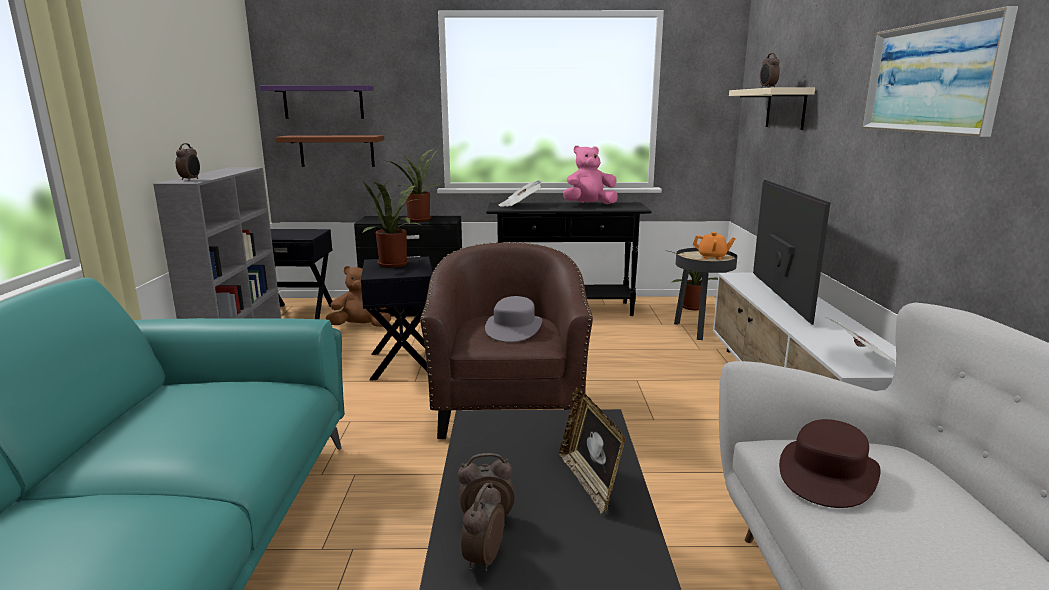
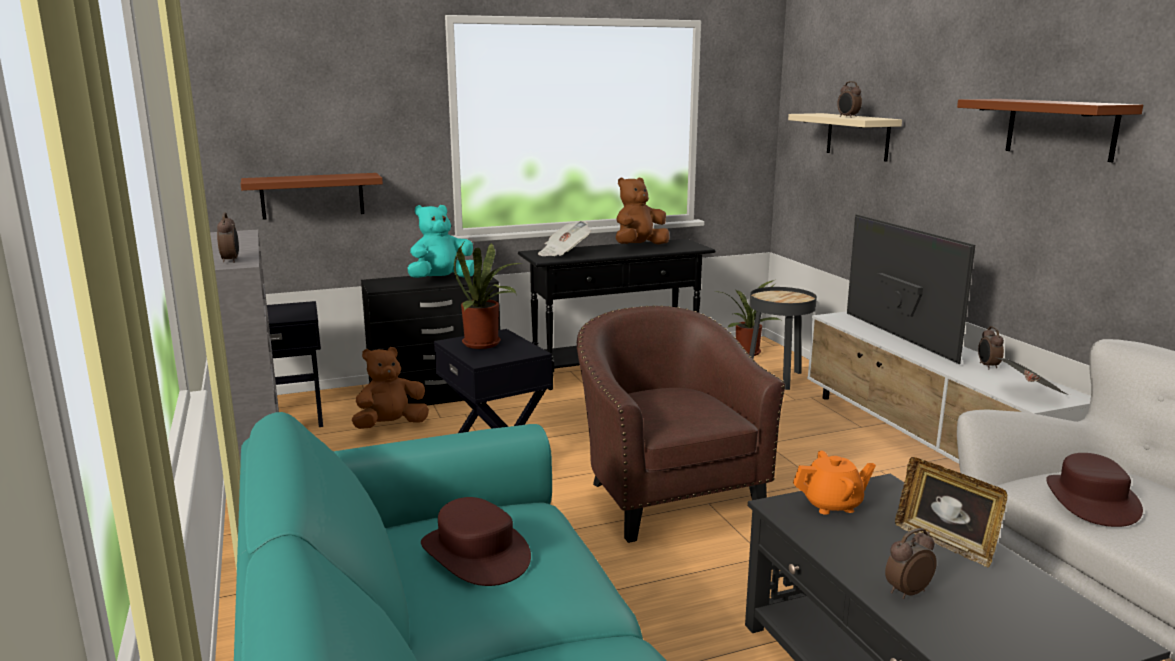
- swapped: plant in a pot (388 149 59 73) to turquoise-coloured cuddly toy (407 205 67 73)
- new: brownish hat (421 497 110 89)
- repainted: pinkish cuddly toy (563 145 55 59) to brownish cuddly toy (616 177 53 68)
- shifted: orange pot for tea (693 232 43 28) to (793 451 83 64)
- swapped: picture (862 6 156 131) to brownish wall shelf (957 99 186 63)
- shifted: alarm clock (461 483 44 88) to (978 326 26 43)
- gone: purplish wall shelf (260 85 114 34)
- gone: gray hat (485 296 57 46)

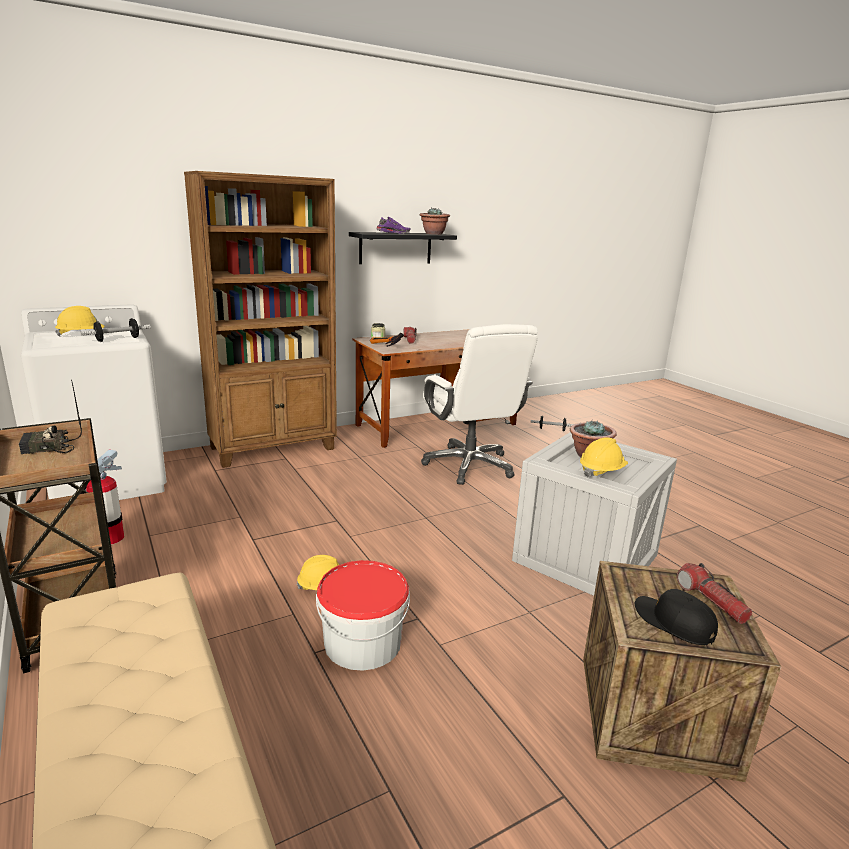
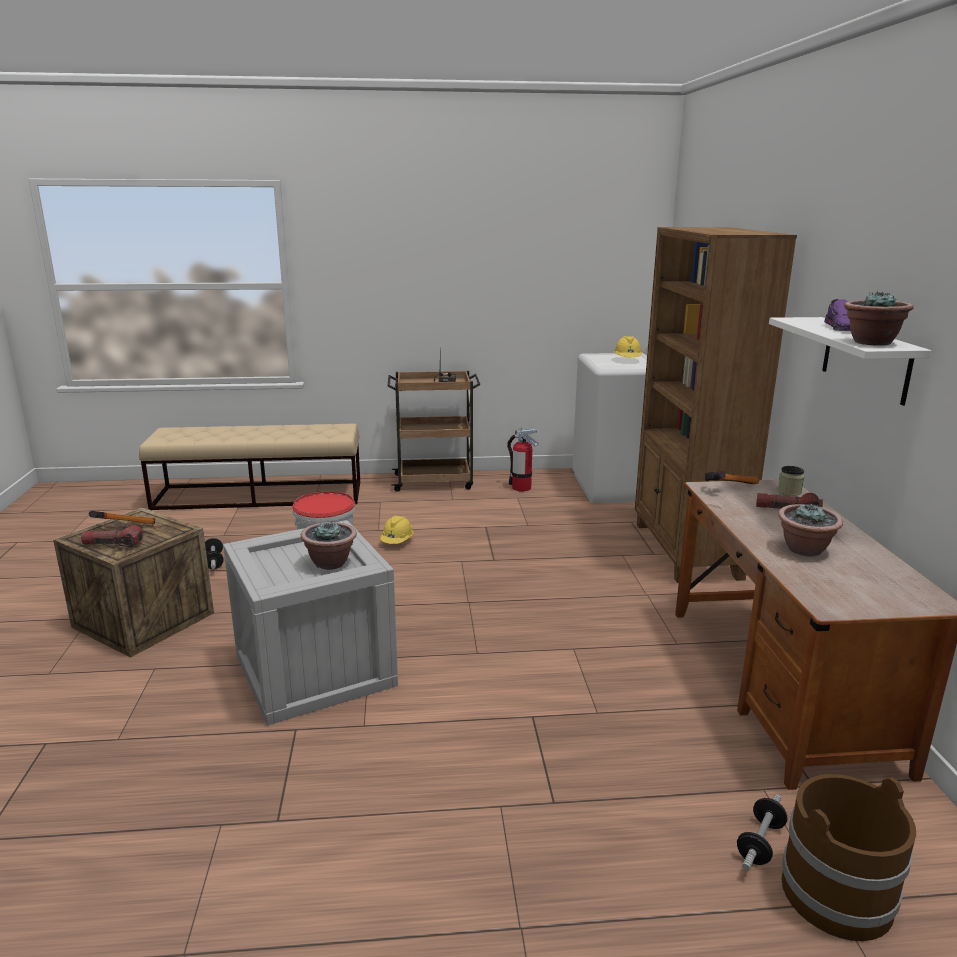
- swapped: black baseball cap (635 589 83 56) to tool hammer (89 511 66 13)
- shifted: free weight (80 318 71 24) to (205 538 19 31)
- repainted: black wall shelf (349 232 108 32) to whitish wall shelf (769 317 162 89)
- new: plant in a pot (778 503 65 53)
- new: brownish water bucket (782 774 134 167)
- gone: whitish desk chair (421 324 117 161)
- gone: yellow work helmet (580 437 48 41)

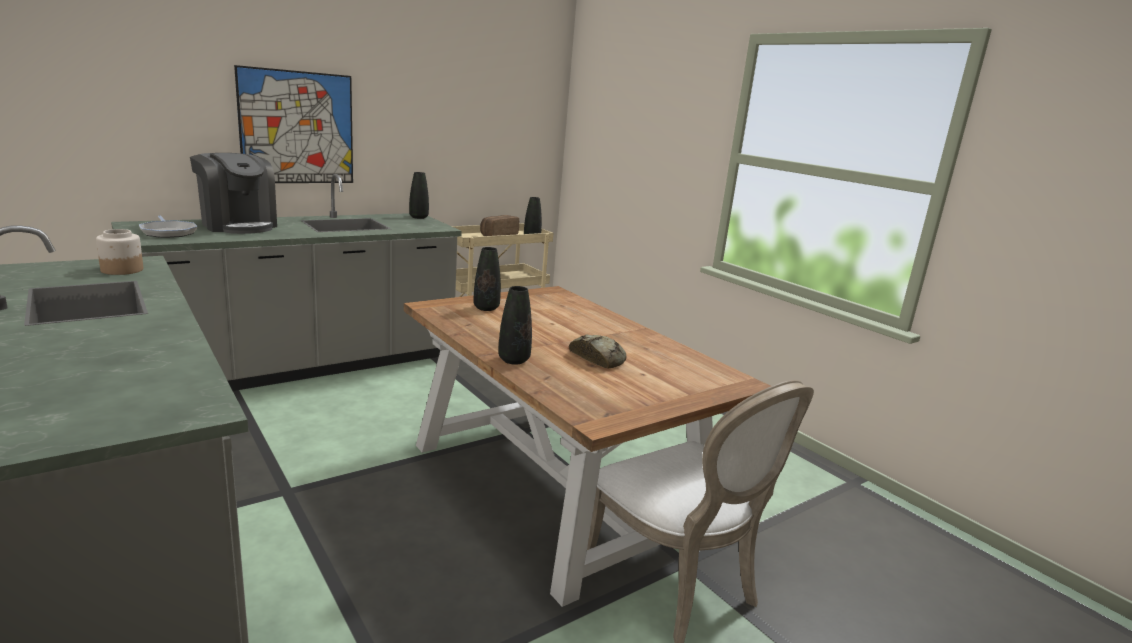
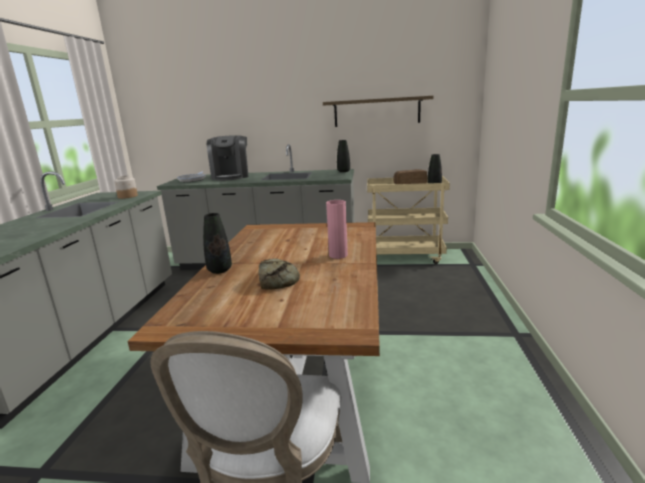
- new: wall shelf (323 96 110 31)
- new: pinkish decorative vase (326 200 22 59)
- gone: picture (234 65 119 118)
- gone: black decorative vase (474 247 27 64)

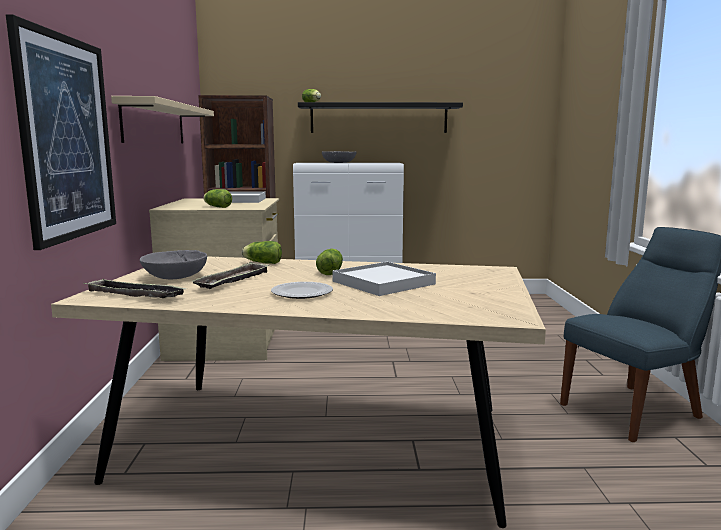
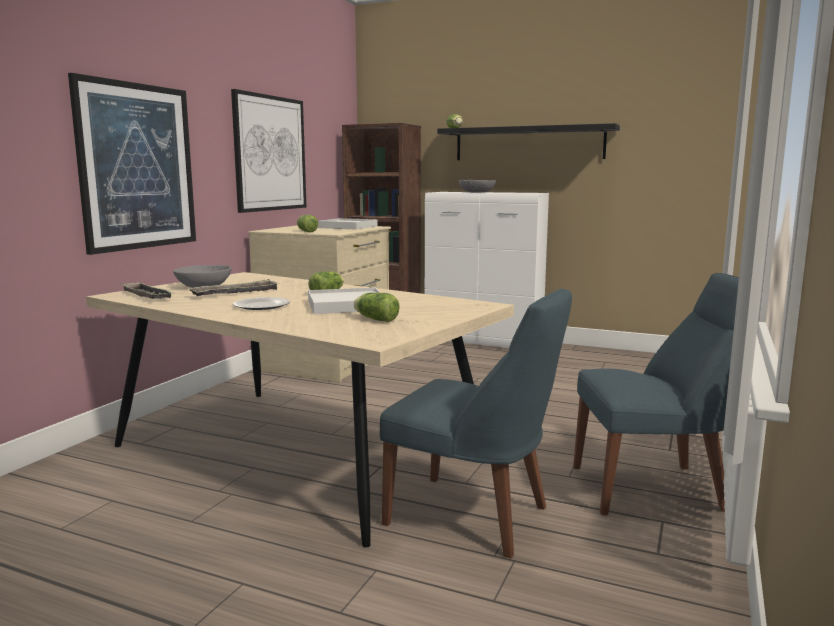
- swapped: sand-coloured wall shelf (111 96 103 47) to picture (231 89 76 124)
- shifted: lettuce (242 241 40 23) to (354 293 45 29)
- new: blue upright chair (380 288 192 270)

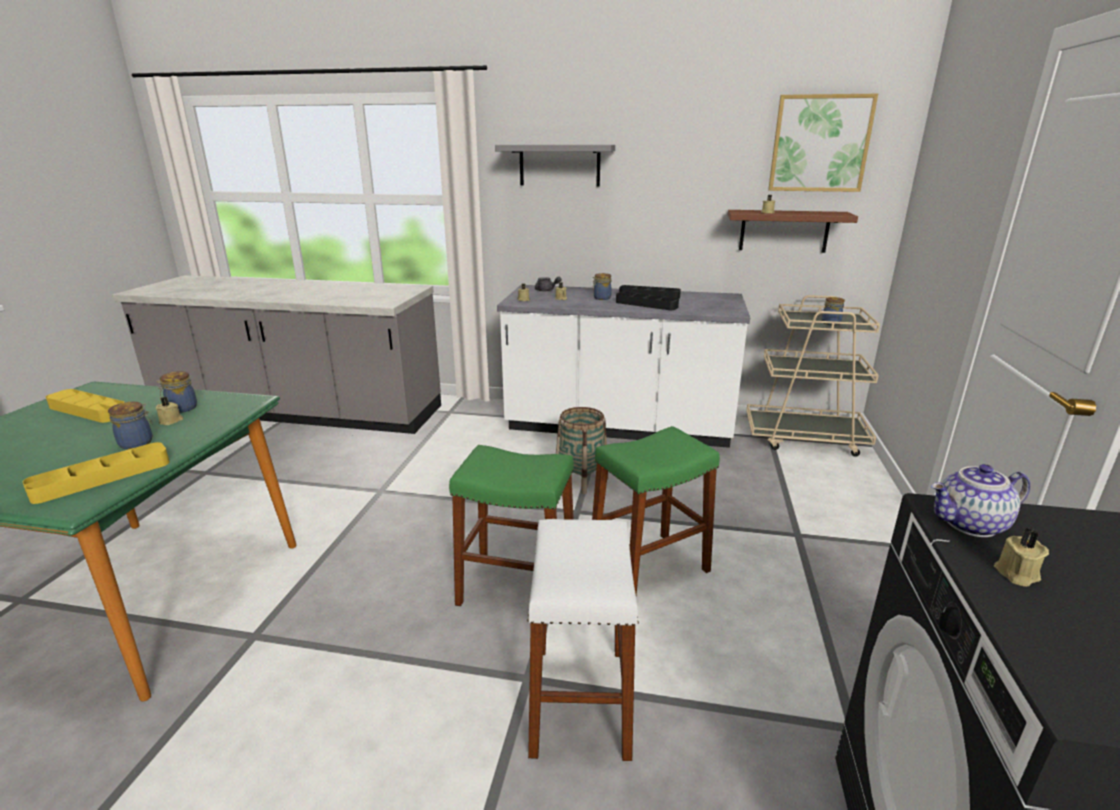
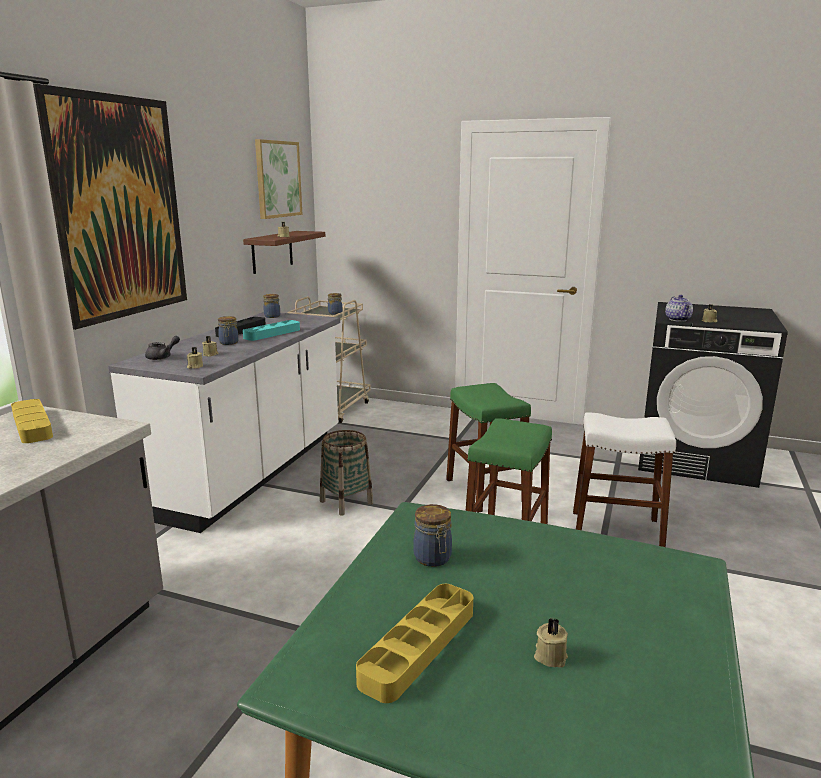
- shifted: yellow carrying tray (23 442 147 62) to (11 399 42 44)
- swapped: gray wall shelf (495 145 120 42) to picture (33 84 154 246)
- repainted: black carrying tray (616 292 63 18) to turquoise-coloured carrying tray (243 320 57 21)
- shifted: storage jar (108 402 45 47) to (263 294 17 24)
- shifted: sand-coloured candle (156 397 27 28) to (534 618 34 49)

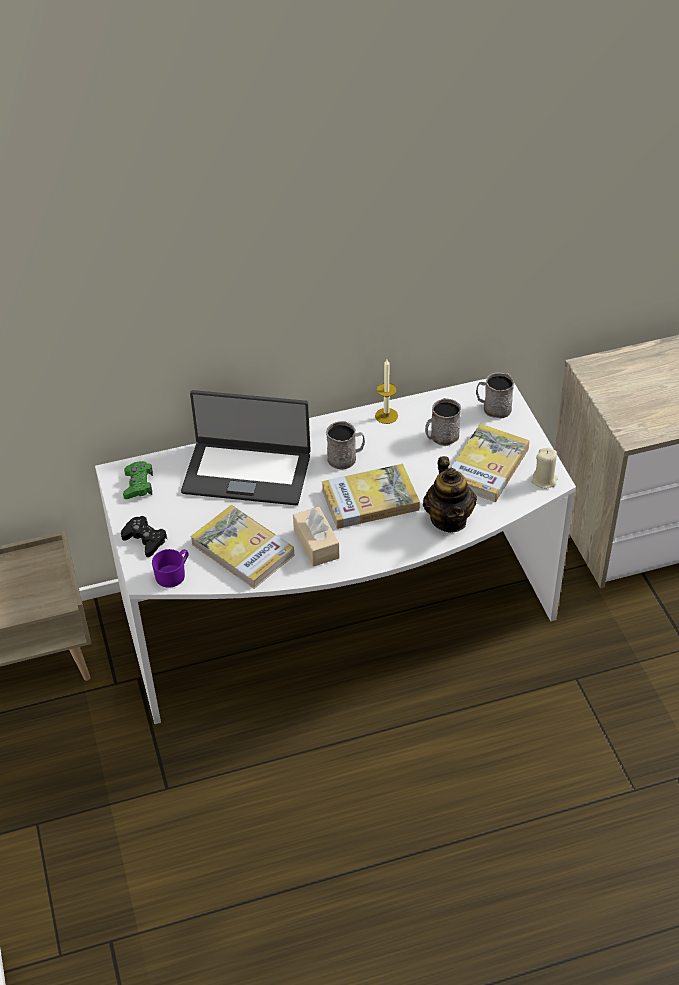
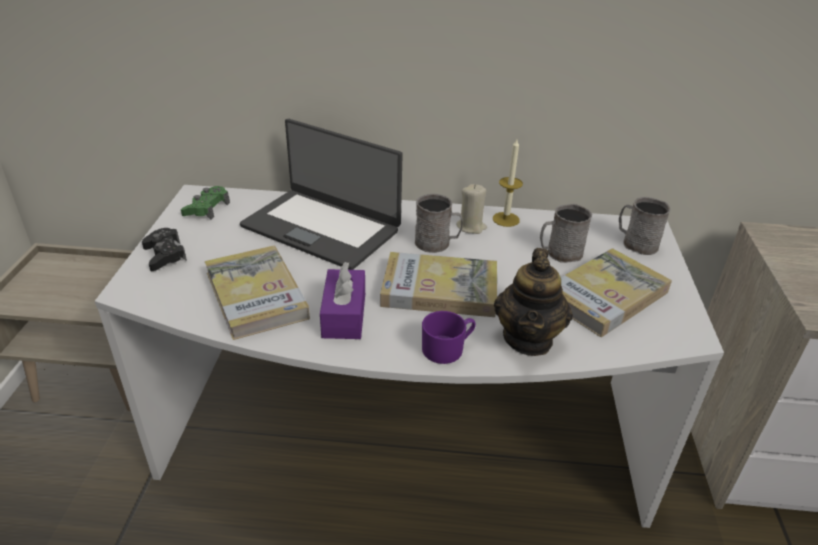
- repainted: sand-coloured box of tissues (293 507 47 60) to purplish box of tissues (320 262 45 77)
- shifted: purplish mug (152 549 36 39) to (422 311 54 53)
- shifted: sand-coloured candle (531 448 27 41) to (456 184 31 50)

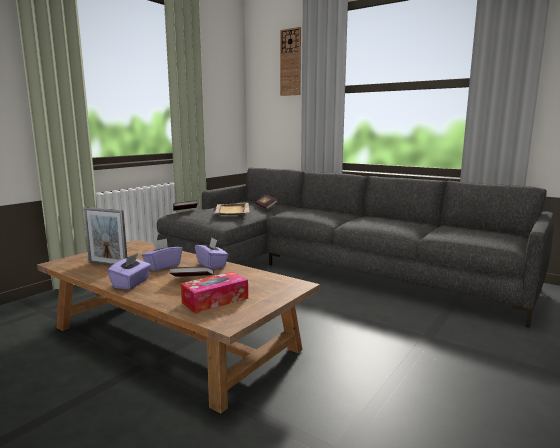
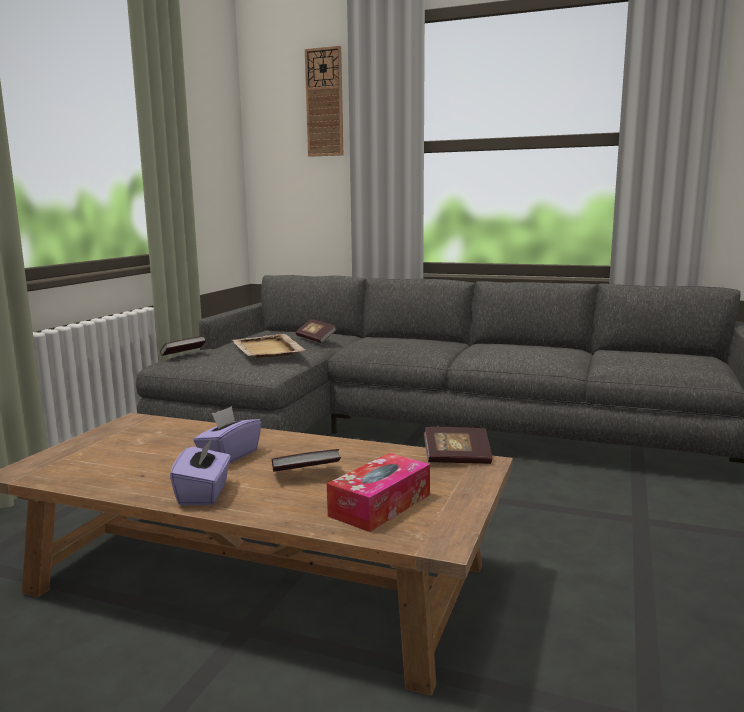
- new: bound book (424 427 68 37)
- gone: photo frame (83 207 44 59)
- gone: purplish box of tissues (195 238 33 31)

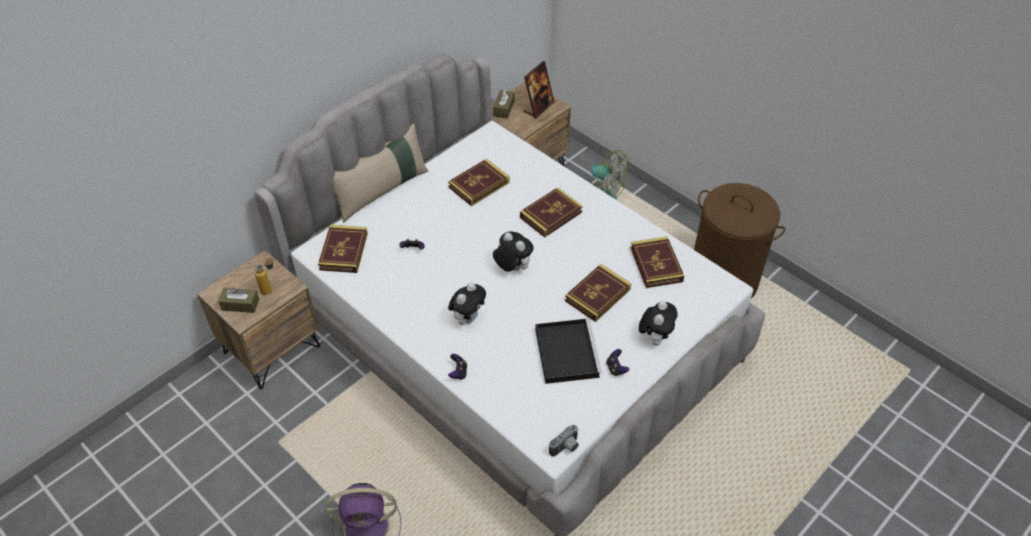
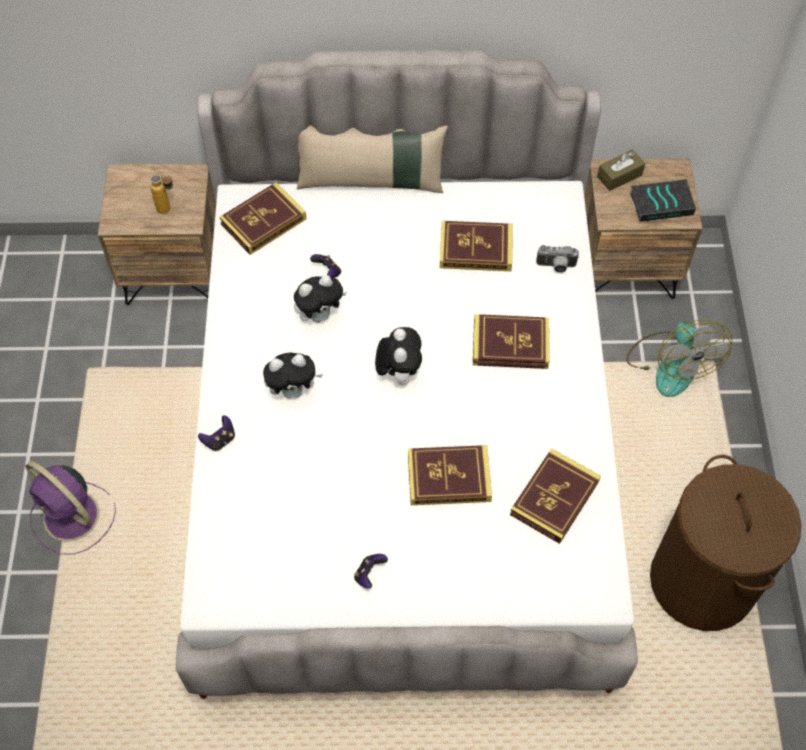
- shifted: cuddly toy (639 301 39 45) to (294 275 53 48)
- shifted: photo camera (549 425 30 32) to (536 245 43 28)
- swapped: photo frame (524 61 30 58) to bound book (630 179 66 43)
- gone: brownish box of tissues (218 287 41 26)
- gone: black carrying tray (535 319 67 65)

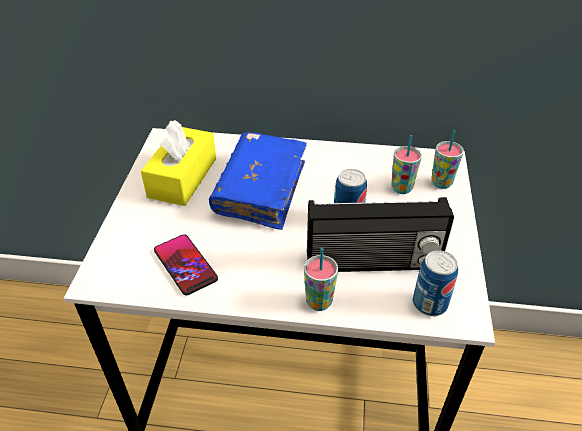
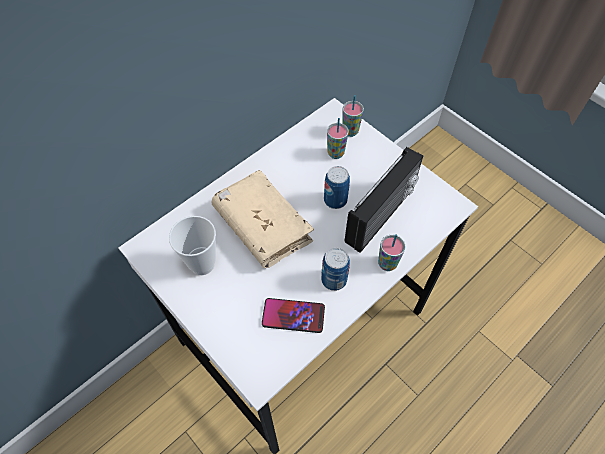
- swapped: yellow box of tissues (141 120 75 86) to drinking cup (169 216 47 59)
- repainted: blue bound book (209 132 98 98) to sand-coloured bound book (211 170 103 98)
- shifted: metal can (413 250 45 66) to (321 248 29 43)

